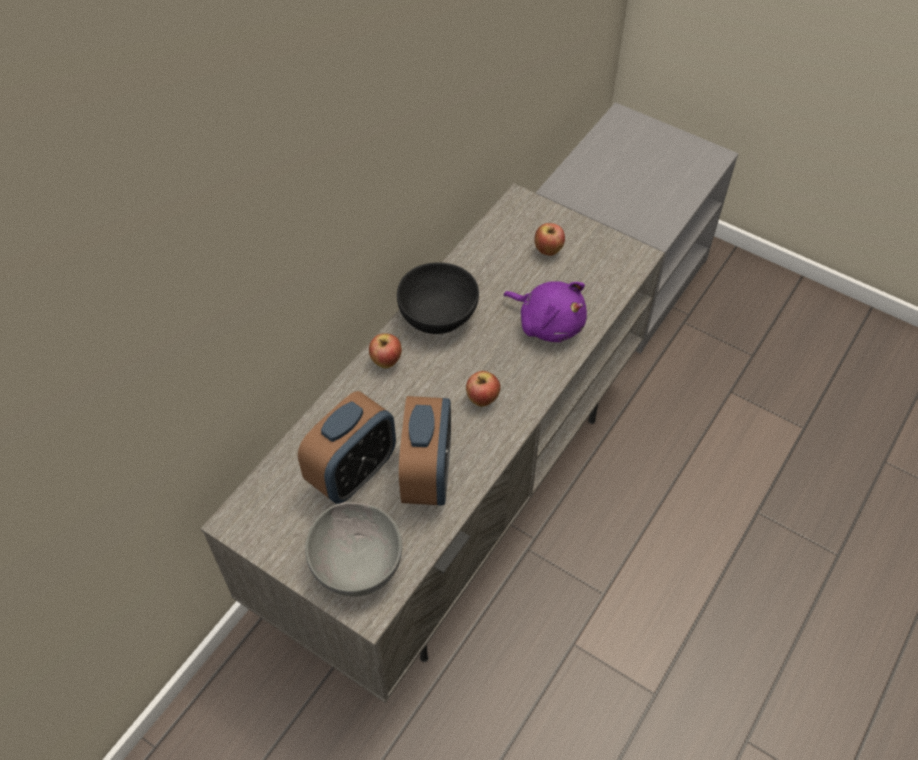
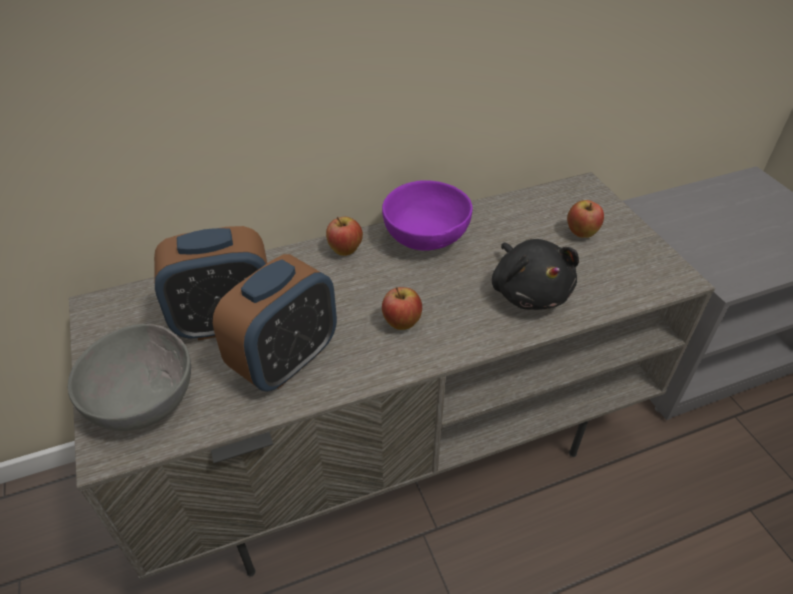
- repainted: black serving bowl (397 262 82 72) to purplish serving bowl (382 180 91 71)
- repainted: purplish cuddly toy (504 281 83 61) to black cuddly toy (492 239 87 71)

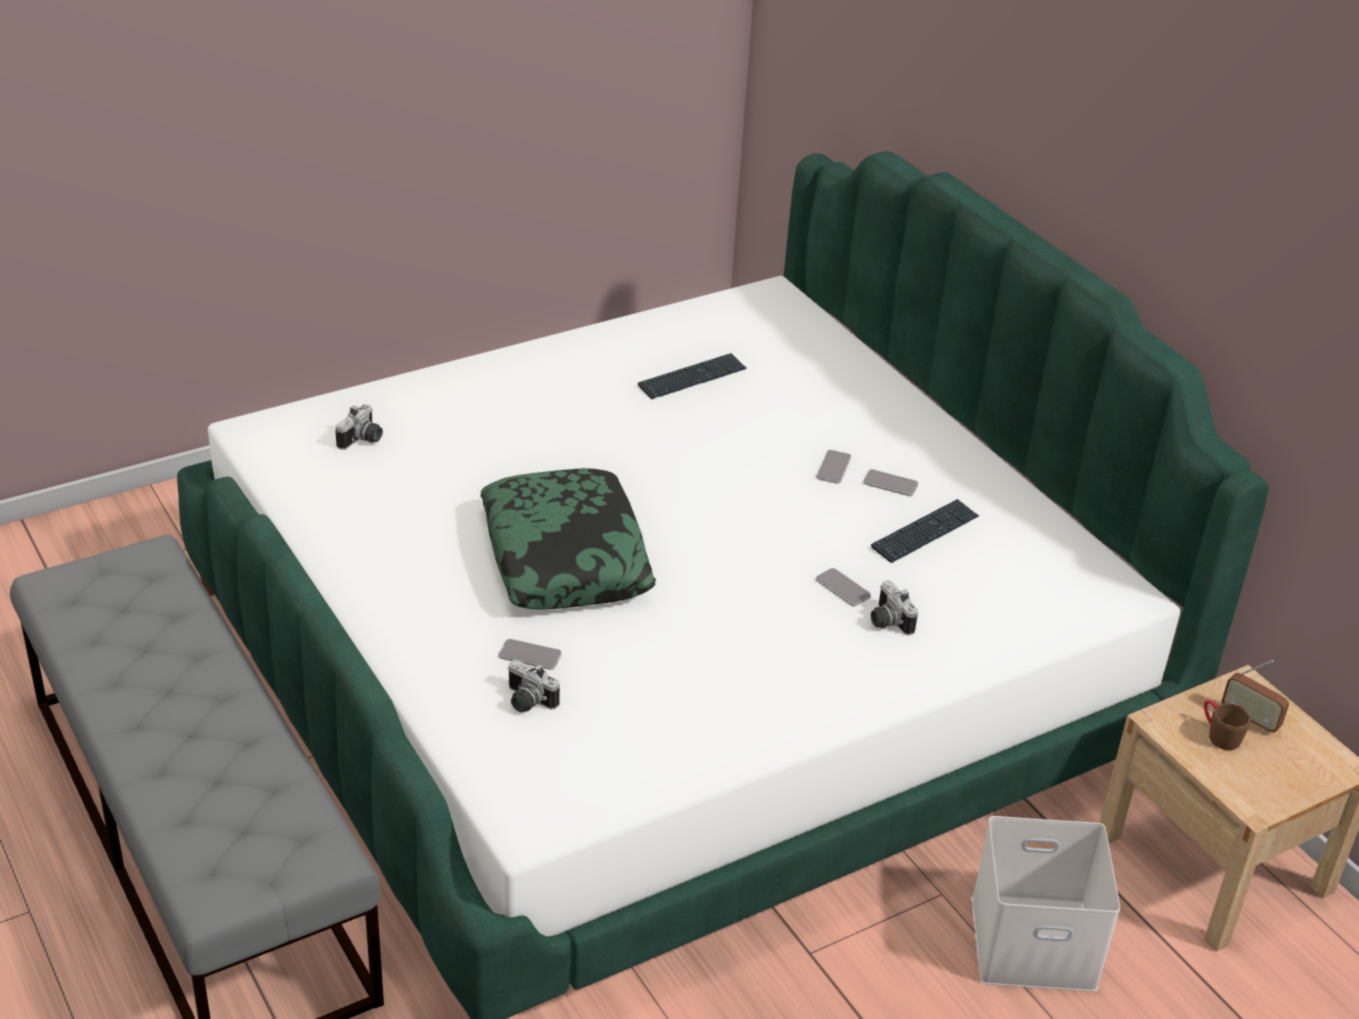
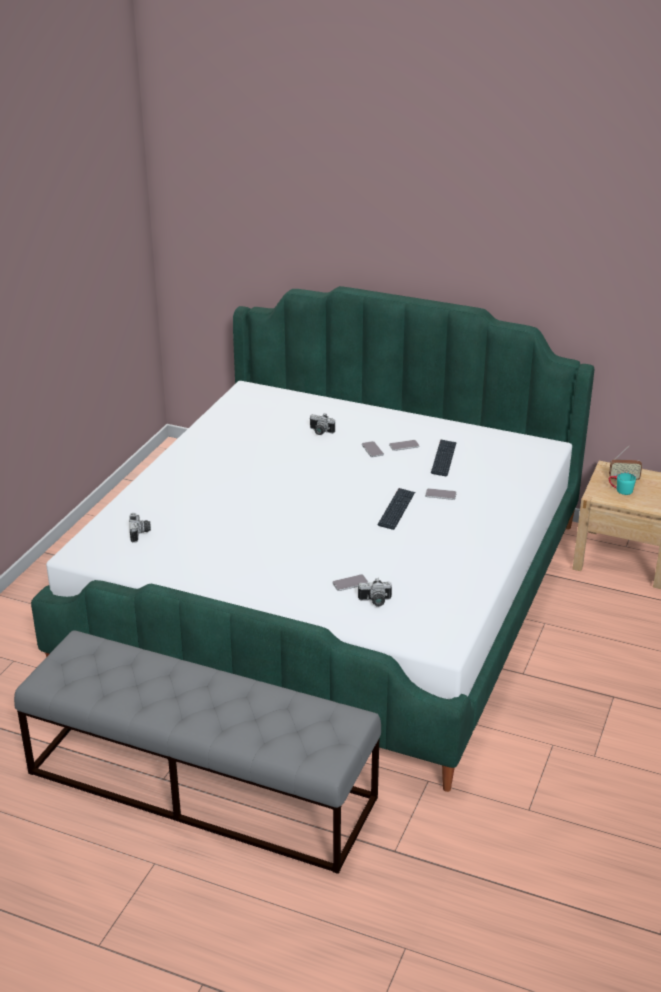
- shifted: photo camera (871 581 47 54) to (310 413 25 22)
- shifted: keyboard (638 353 108 46) to (378 488 37 42)
- repainted: brownish mug (1204 700 46 50) to turquoise-coloured mug (609 472 27 23)
- gone: pillow (480 468 176 142)
- gone: whitish storage bin (972 816 148 176)

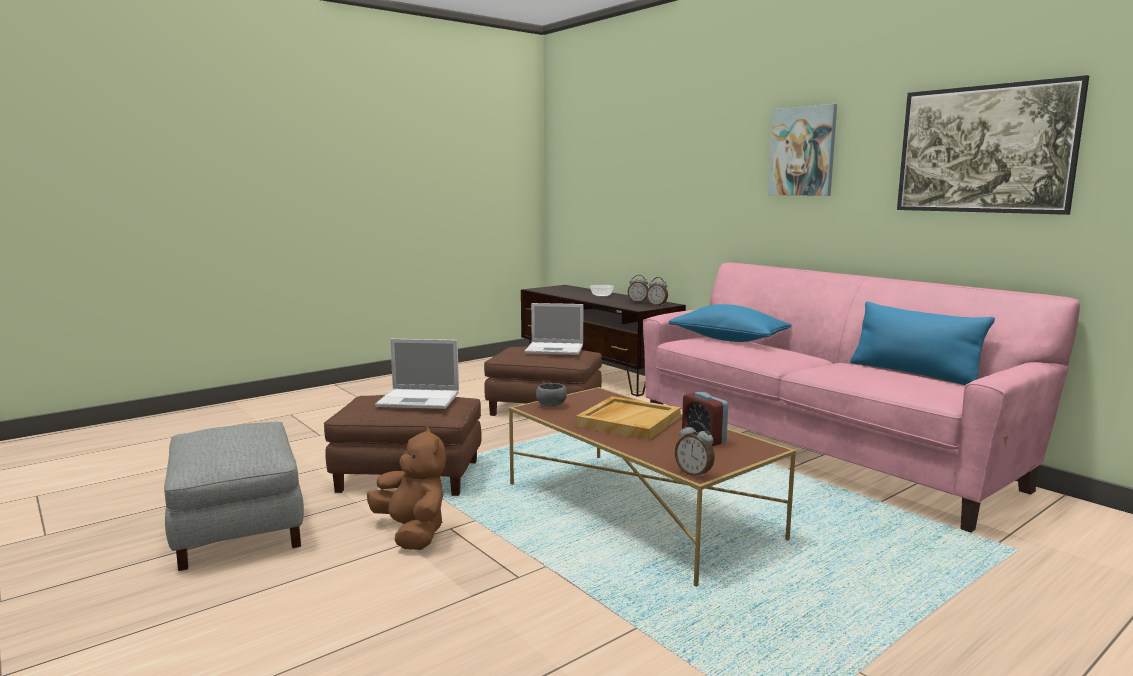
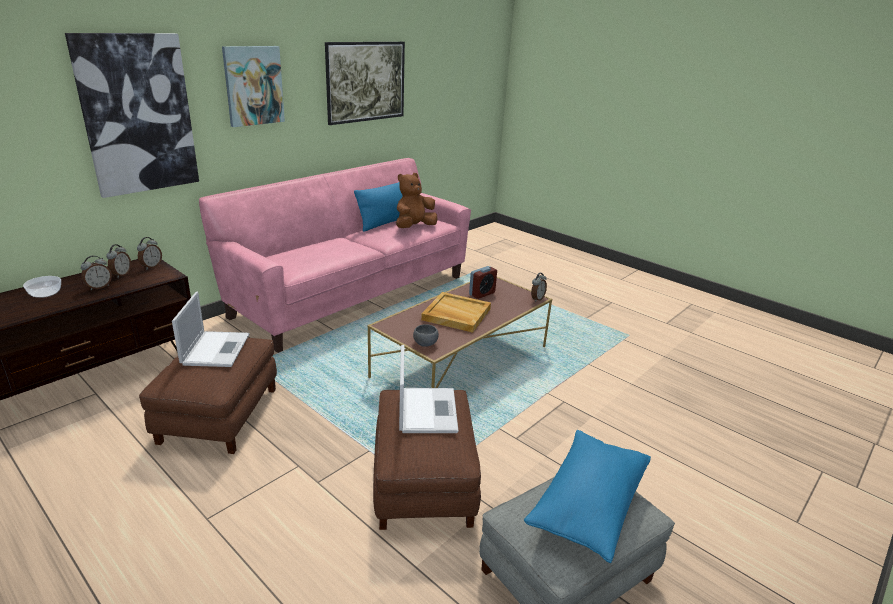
- new: picture (65 33 134 165)
- new: alarm clock (81 255 31 35)
- shifted: brownish cuddly toy (367 427 79 123) to (396 173 42 55)
- shifted: blue pillow (669 304 123 38) to (524 430 127 133)

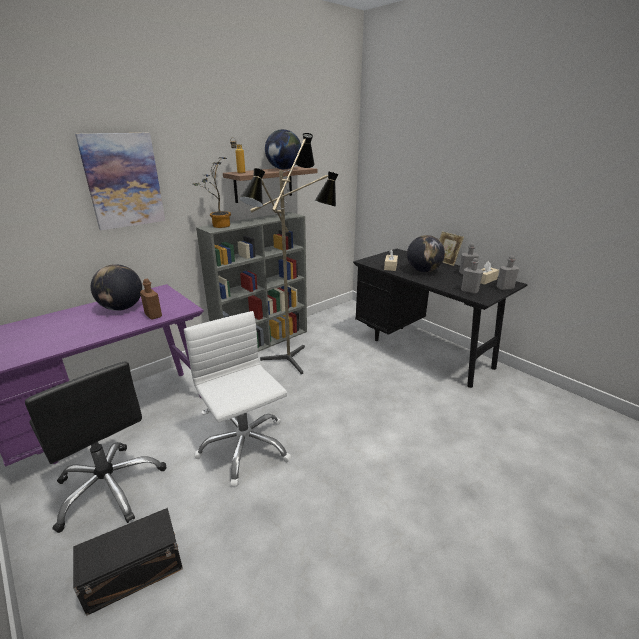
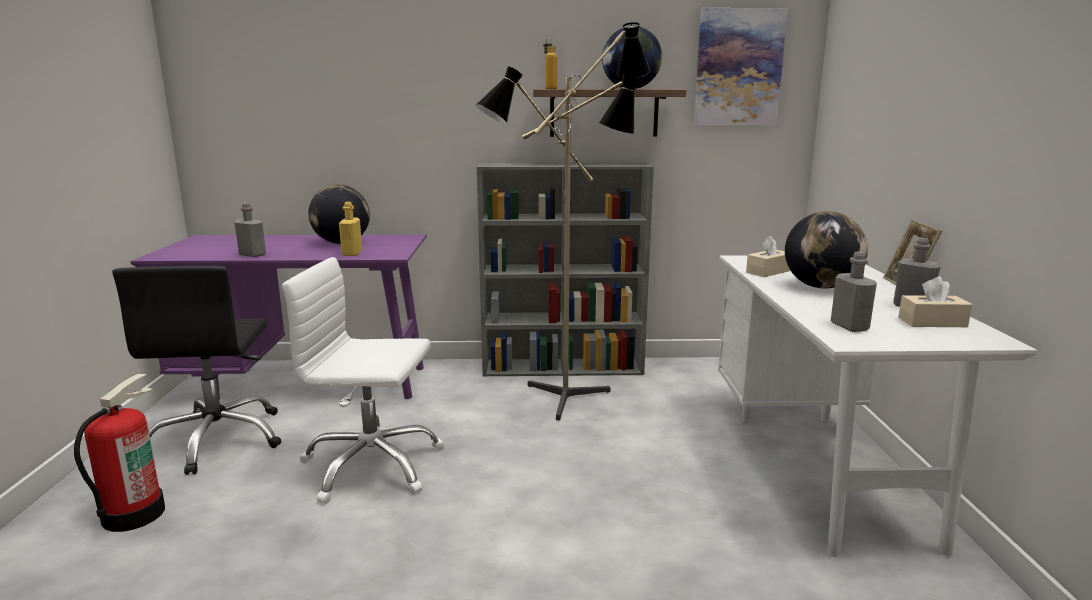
- swapped: black storage bin (73 508 110 108) to extinguisher (74 374 91 158)
- shifted: gray beverage bottle (497 256 22 34) to (234 203 32 54)
- rotated: whitish desk chair (184 311 107 175) = (282 257 163 247) 90 degrees counterclockwise
- repainted: brownish beverage bottle (140 279 22 40) to yellow beverage bottle (339 202 23 54)
- shifted: picture (75 133 90 97) to (694 8 94 117)
- repainted: black desk table (353 249 175 139) to whitish desk table (718 255 319 302)
- gone: plant in a pot (192 157 39 71)

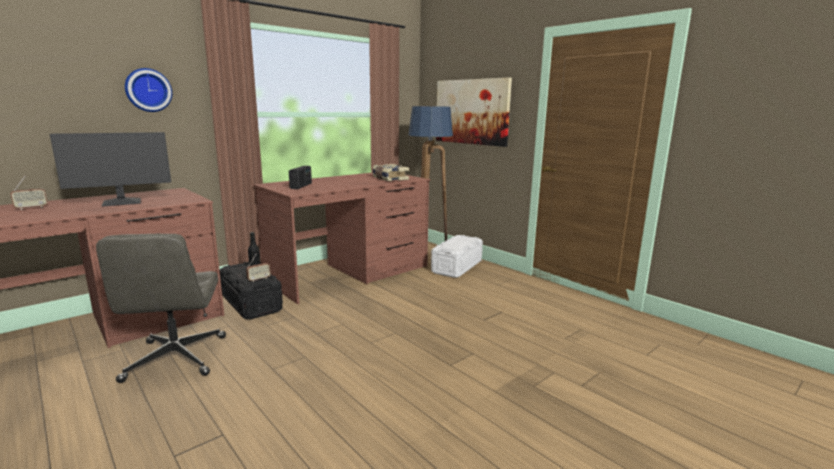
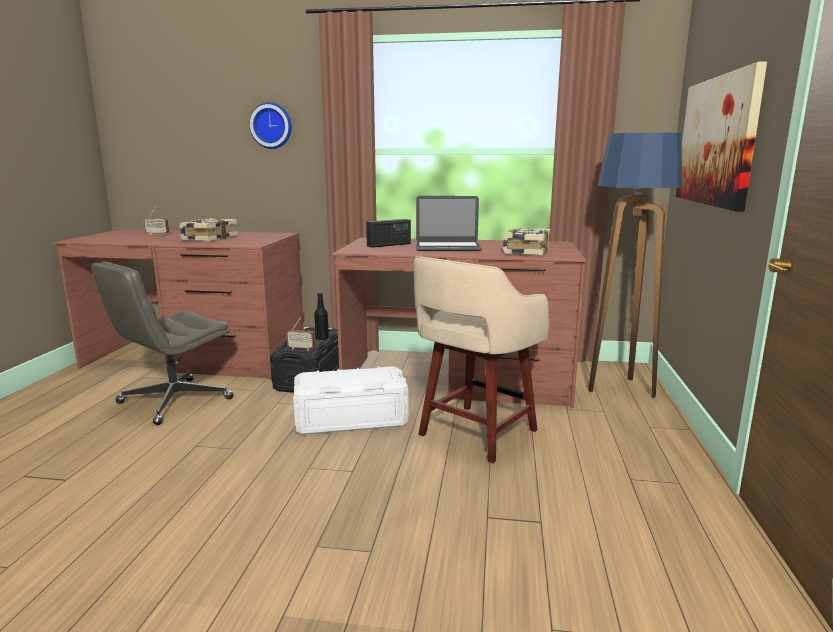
- swapped: monitor (50 132 121 75) to bound book (179 218 59 23)
- shifted: whitish storage bin (431 235 52 43) to (293 367 116 68)
- new: sand-coloured stool seat (414 256 136 207)
- new: portable computer (416 196 66 55)

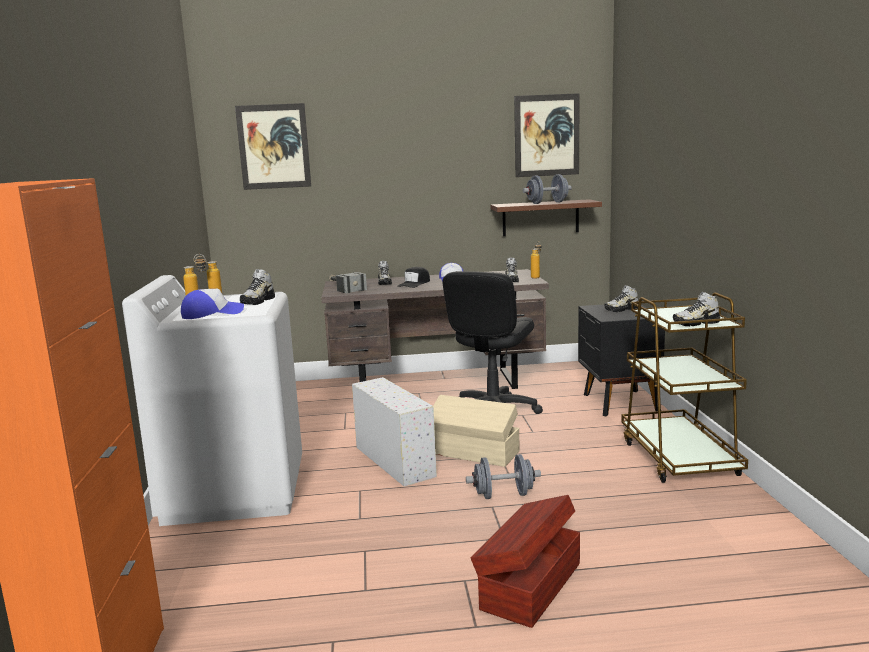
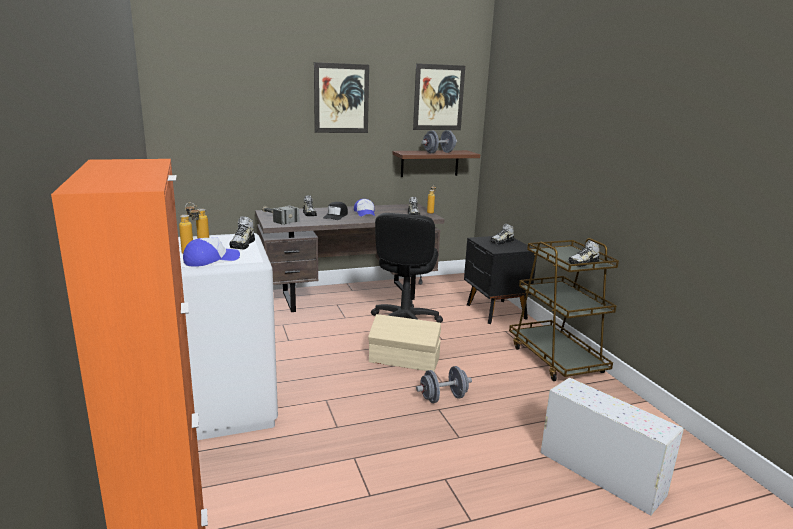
- shifted: picture (235 103 76 87) to (314 62 55 71)
- shifted: whitish storage bin (352 377 85 110) to (541 378 143 138)
- gone: brownish storage bin (471 495 109 133)

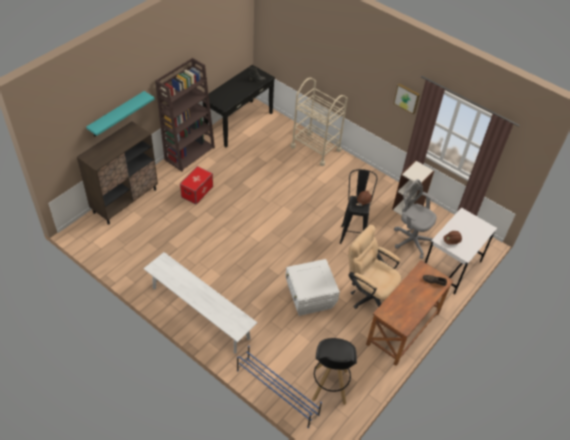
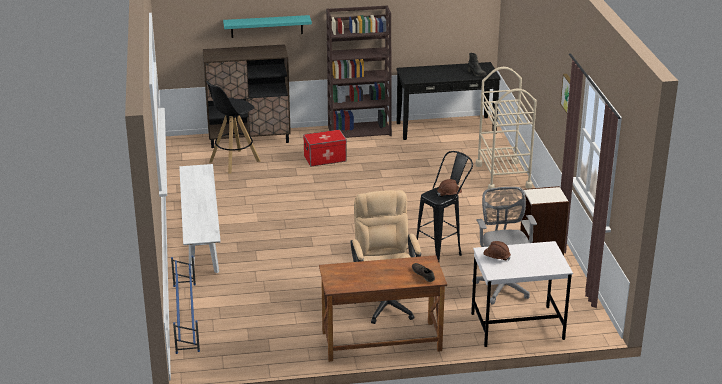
- shifted: black stool seat (312 338 45 67) to (206 81 55 93)
- gone: whitish storage bin (286 259 54 57)

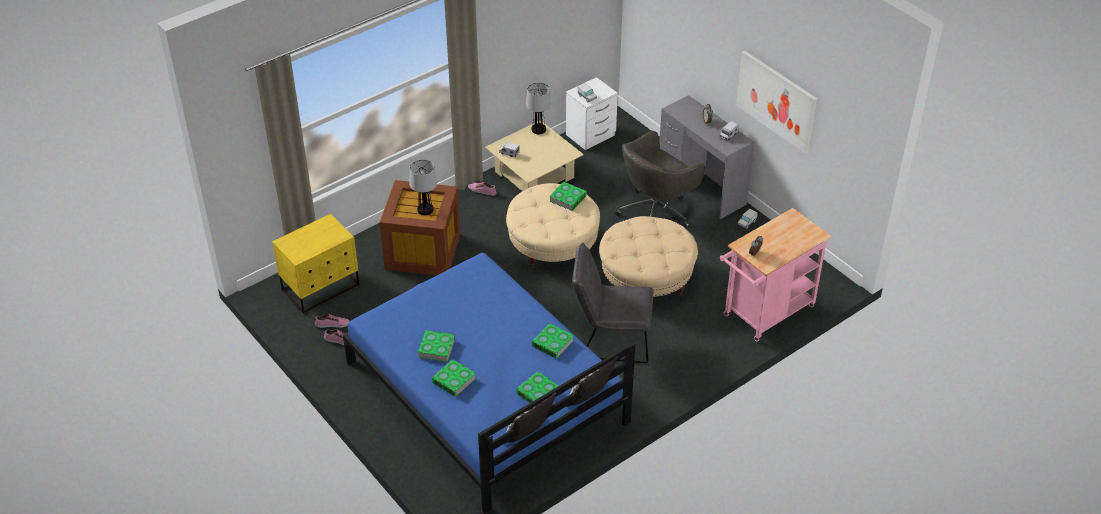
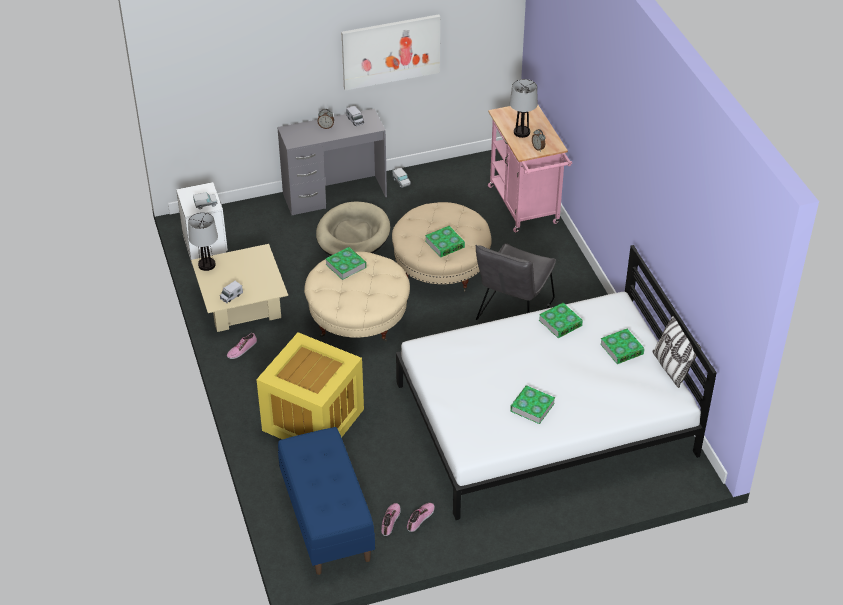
- repainted: brownish storage bin (379 180 81 96) to yellow storage bin (256 332 108 107)
- swapped: yellow bedside table (272 214 88 99) to blue bench (278 427 97 148)
- swapped: gray desk chair (615 131 90 97) to sand-coloured pet bed (316 201 74 55)
- repainted: blue bedroom bed (343 253 292 261) to whitish bedroom bed (396 245 321 275)
- shifted: bound book (432 359 44 38) to (425 226 40 31)
- shifted: lamp for a table (410 160 27 55) to (510 79 28 59)
- gone: pillow (566 356 52 51)

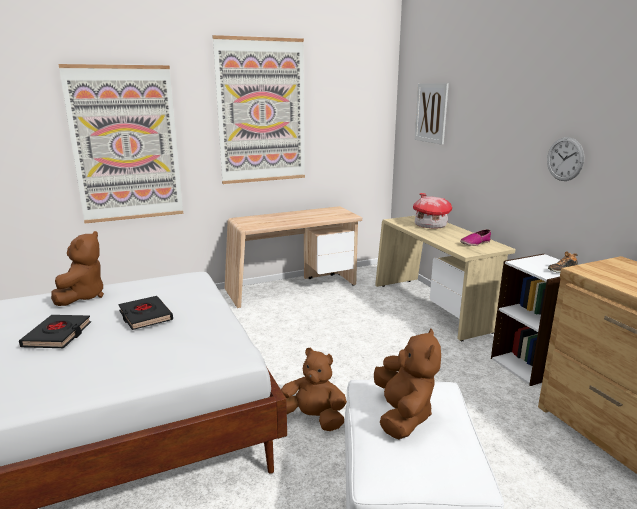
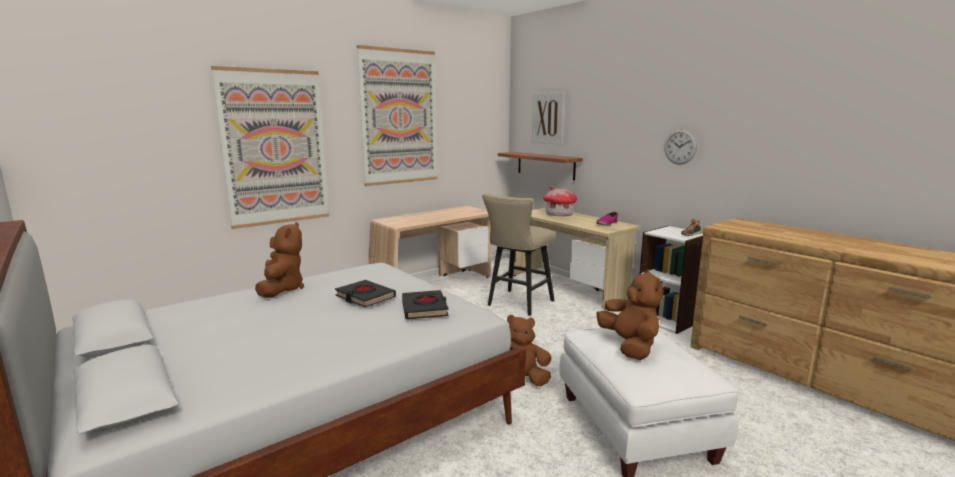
- shifted: black bound book (19 315 72 33) to (402 290 47 29)
- new: sand-coloured stool seat (482 193 74 123)
- new: wall shelf (498 152 85 28)

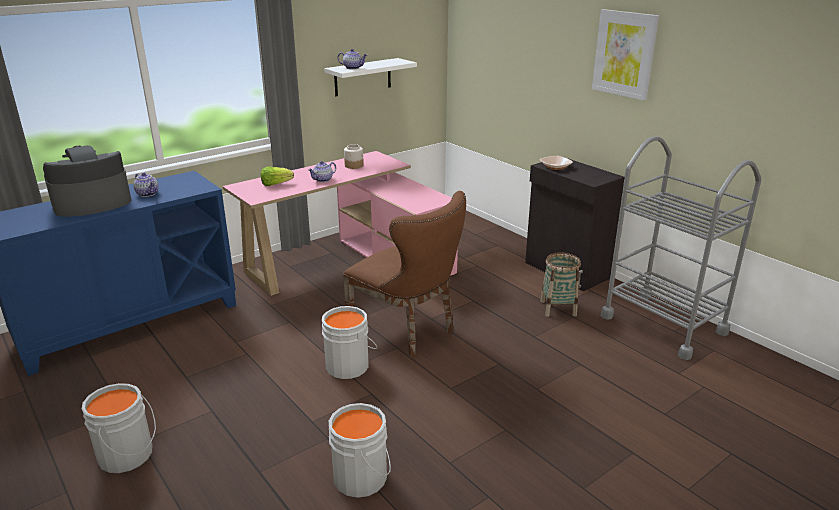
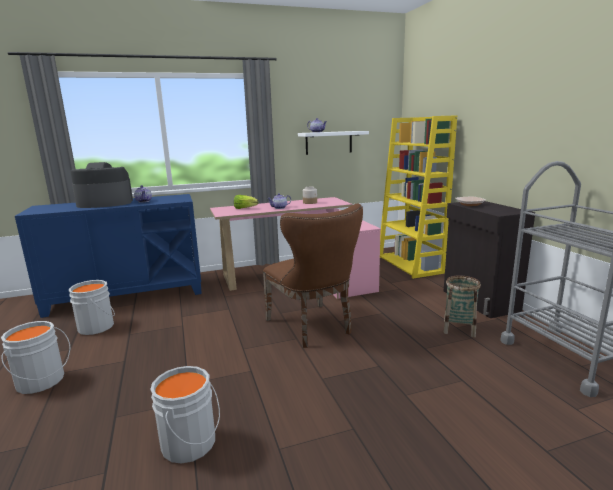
- shifted: gray water bucket (322 306 56 73) to (69 280 46 55)
- new: yellow shelving unit (380 115 77 164)
- gone: picture (592 9 67 92)

